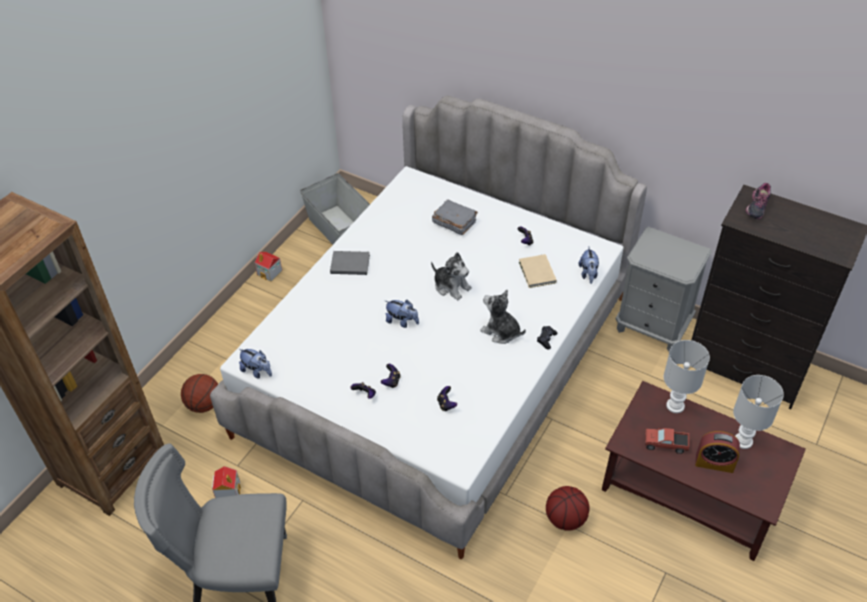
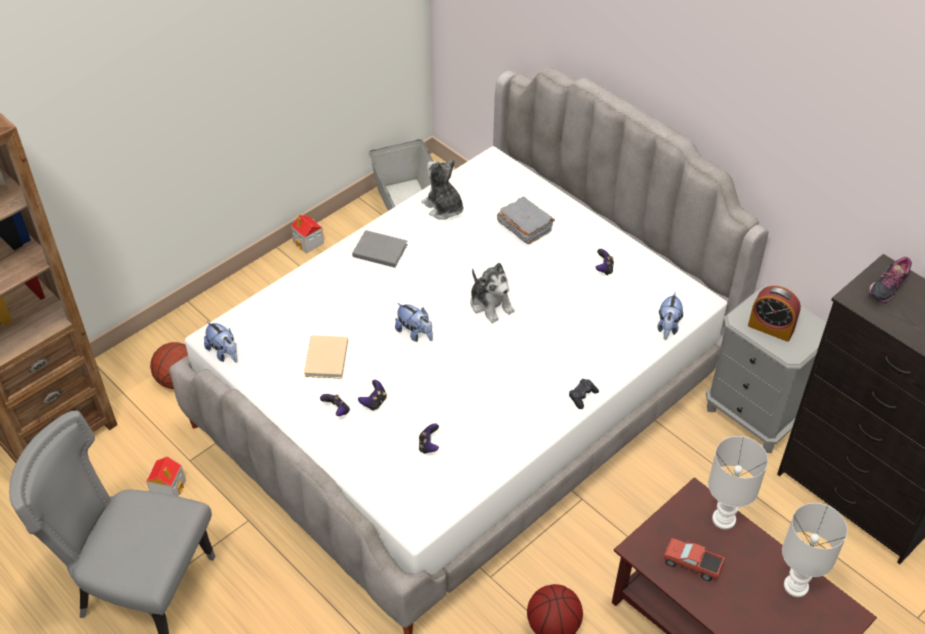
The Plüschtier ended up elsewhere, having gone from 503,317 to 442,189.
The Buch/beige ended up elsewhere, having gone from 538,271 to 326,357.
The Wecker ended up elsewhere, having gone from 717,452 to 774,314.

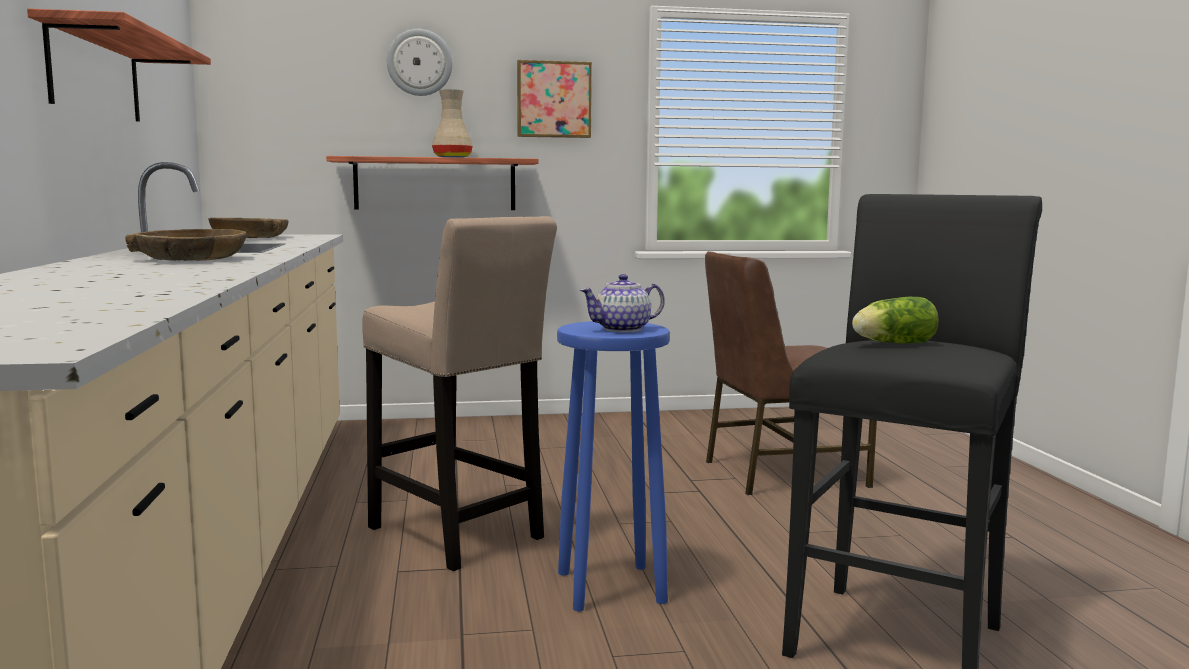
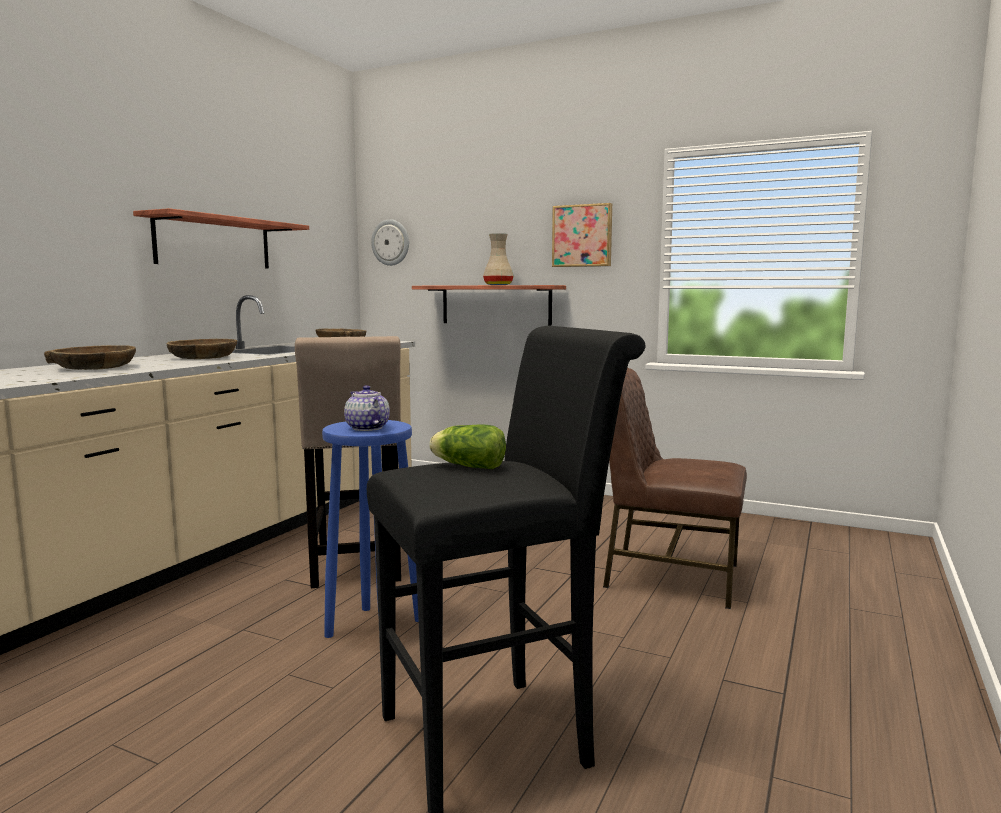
The Wanduhr ended up elsewhere, having gone from 419,62 to 390,242.
The Teekanne at 622,303 ended up facing another way, 45 degrees clockwise from before.
The second view gained the Schüssel/braun at 90,357.

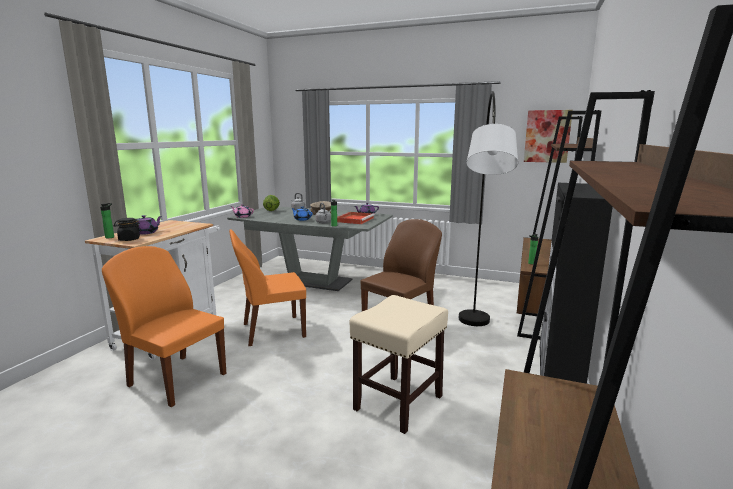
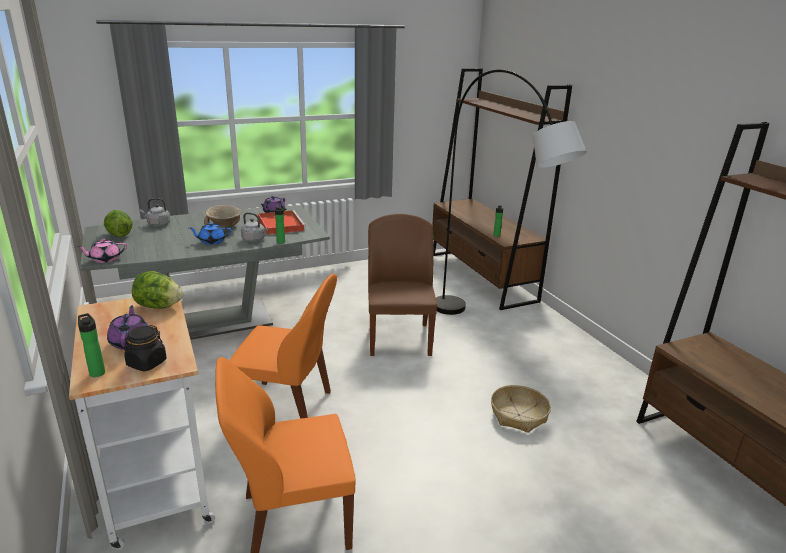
The Stuhl/orange at 267,287 ended up facing another way, 105 degrees counterclockwise from before.
Where the Hocker/beige stood at 398,364, the Korb came to stand at 521,409.
The second view lost the Bild at 548,136.
The second view lost the Schrank/schwarz at 576,283.
The second view gained the Salatkopf at 157,290.

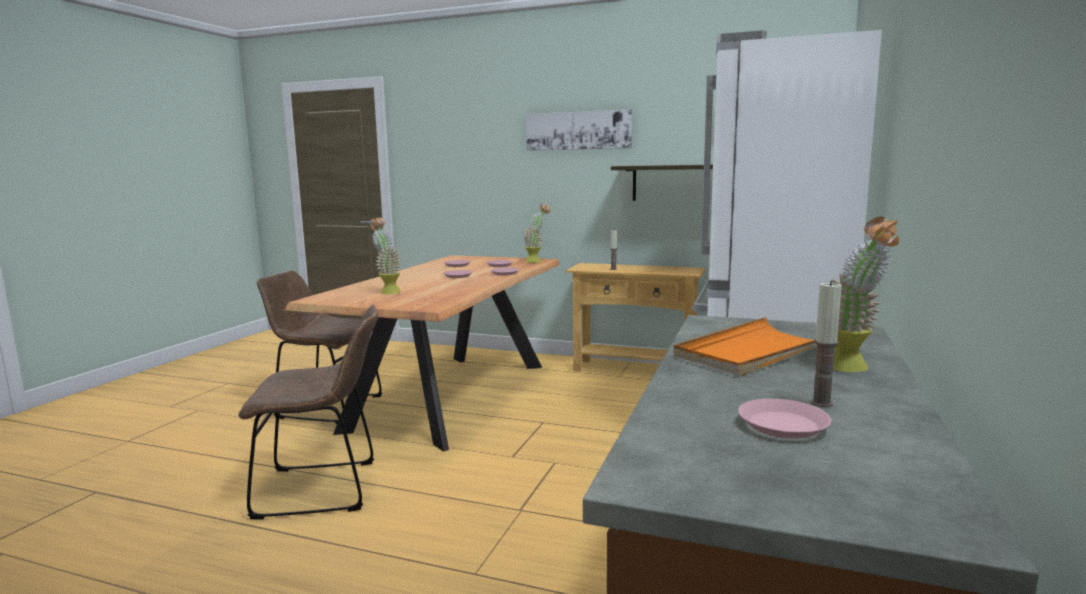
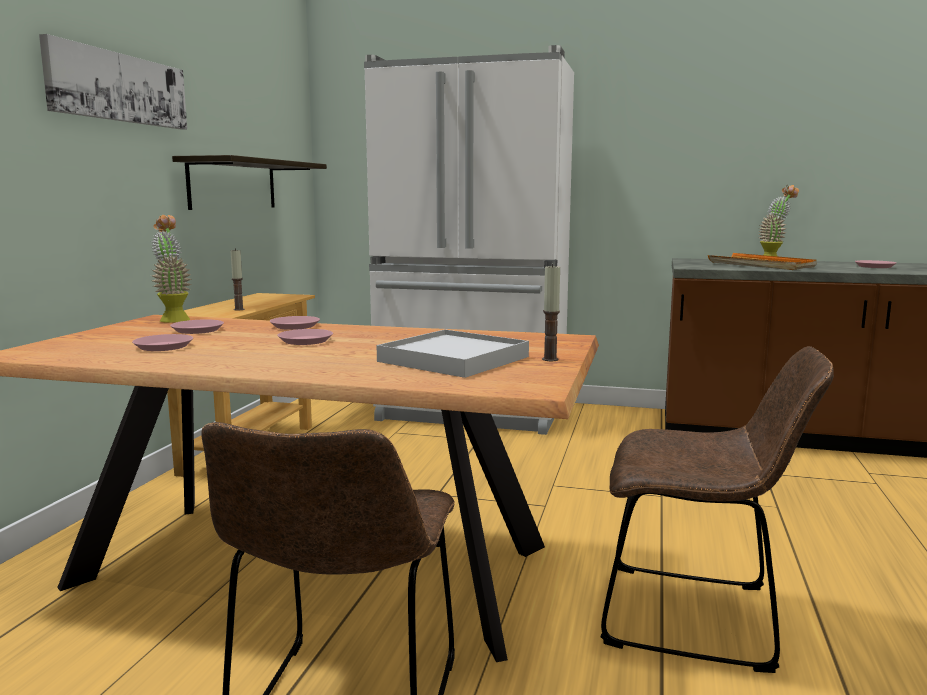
The Stuhl/braun at 308,412 ended up facing another way, 120 degrees clockwise from before.
Where the Topfpflanze stood at 386,256, the Tablett/weiß came to stand at 453,353.
The Kerze ended up elsewhere, having gone from 826,344 to 551,312.

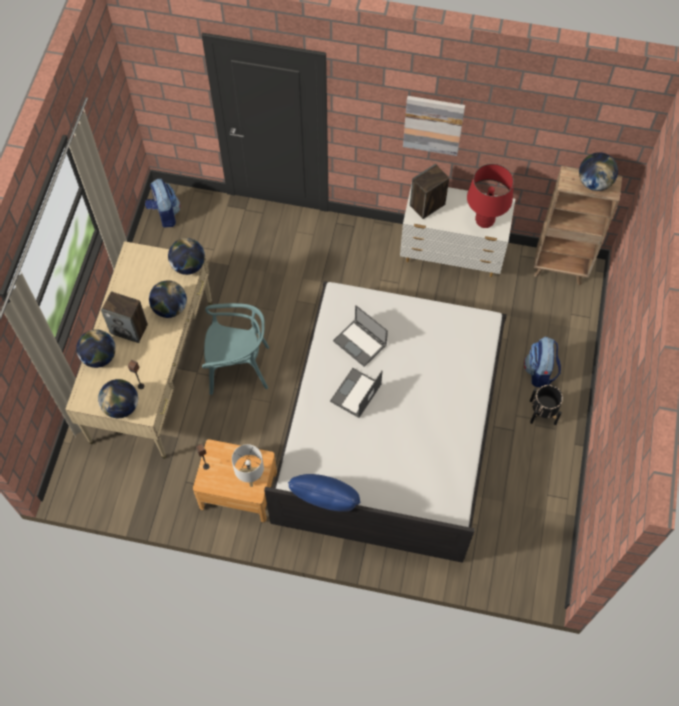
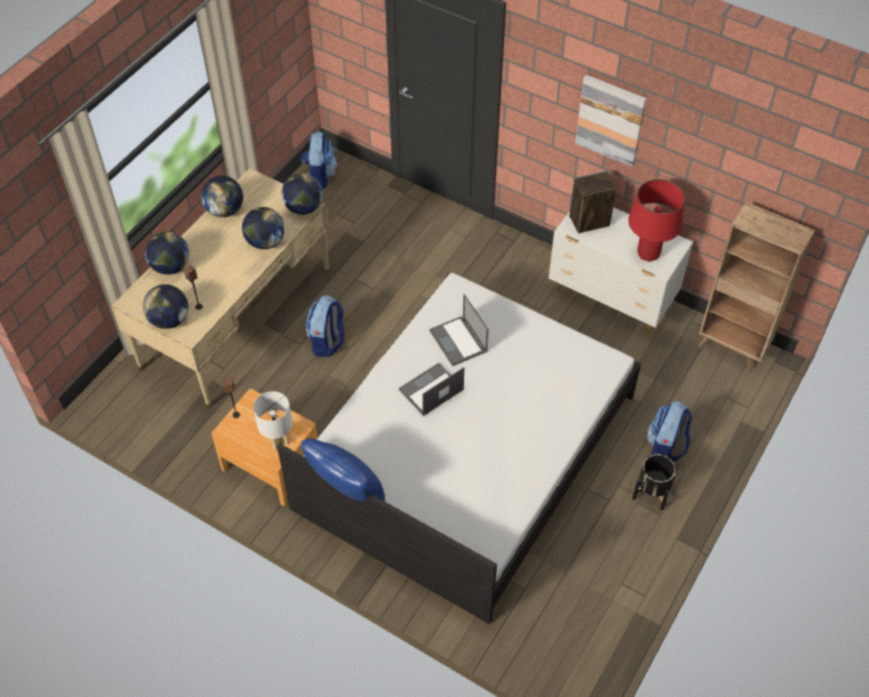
The second view lost the Lautsprecher at 124,317.
Where the Stuhl/türkis stood at 235,349, the Rucksack came to stand at 325,326.
The Globus ended up elsewhere, having gone from 598,171 to 222,196.

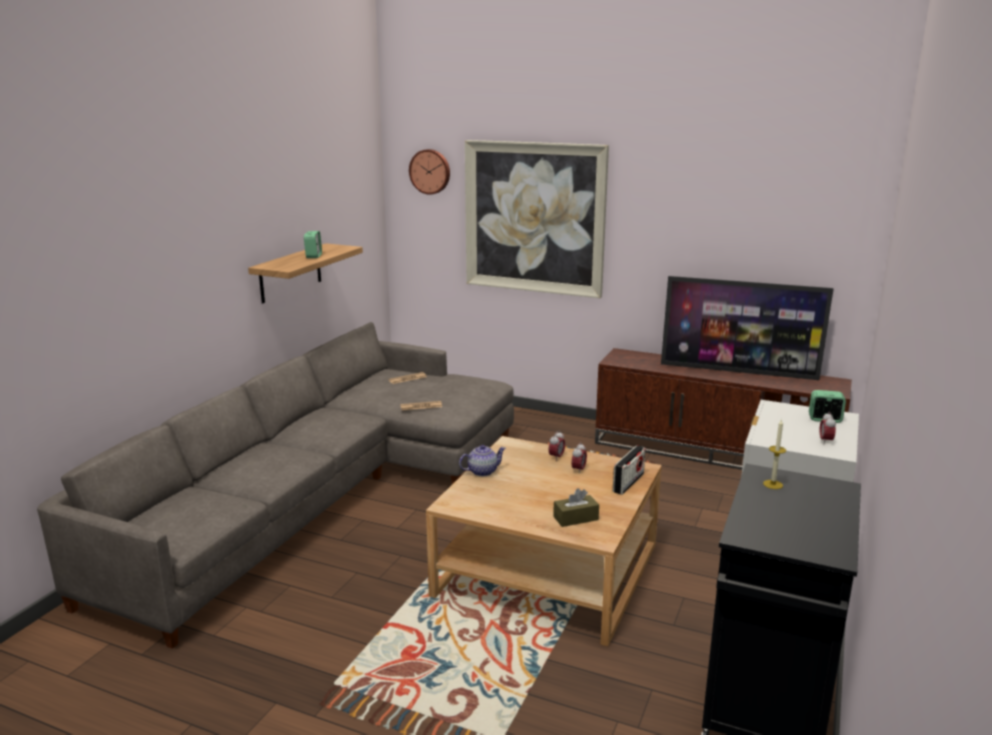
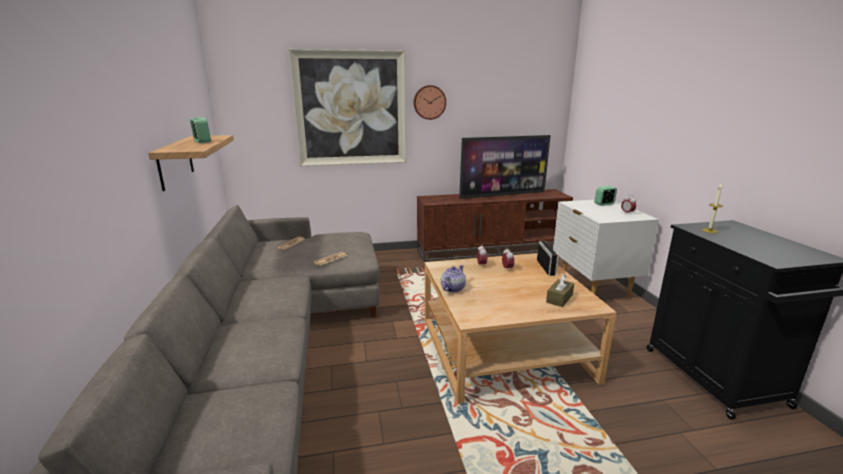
The Wanduhr ended up elsewhere, having gone from 429,172 to 430,102.

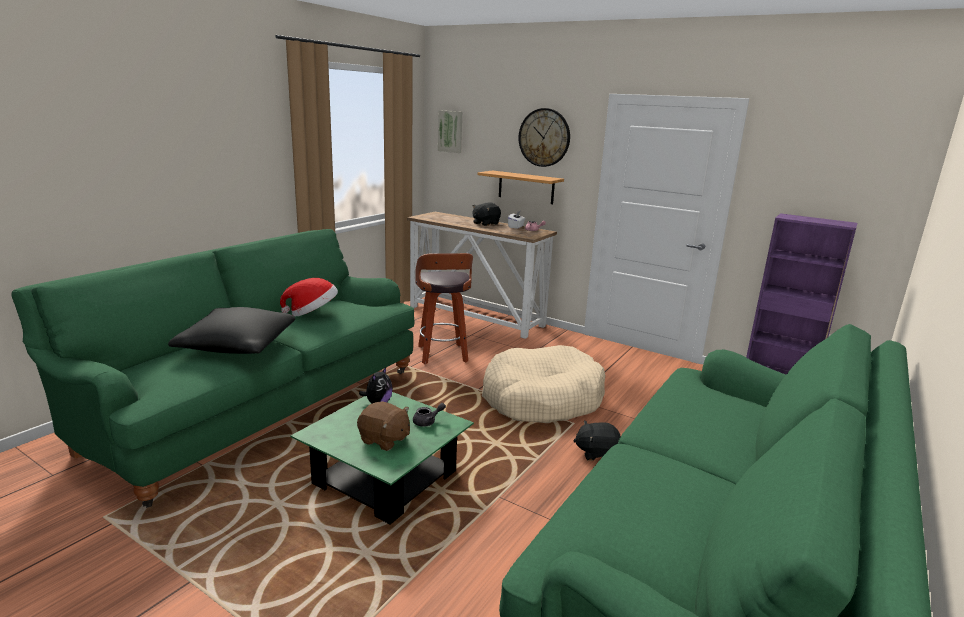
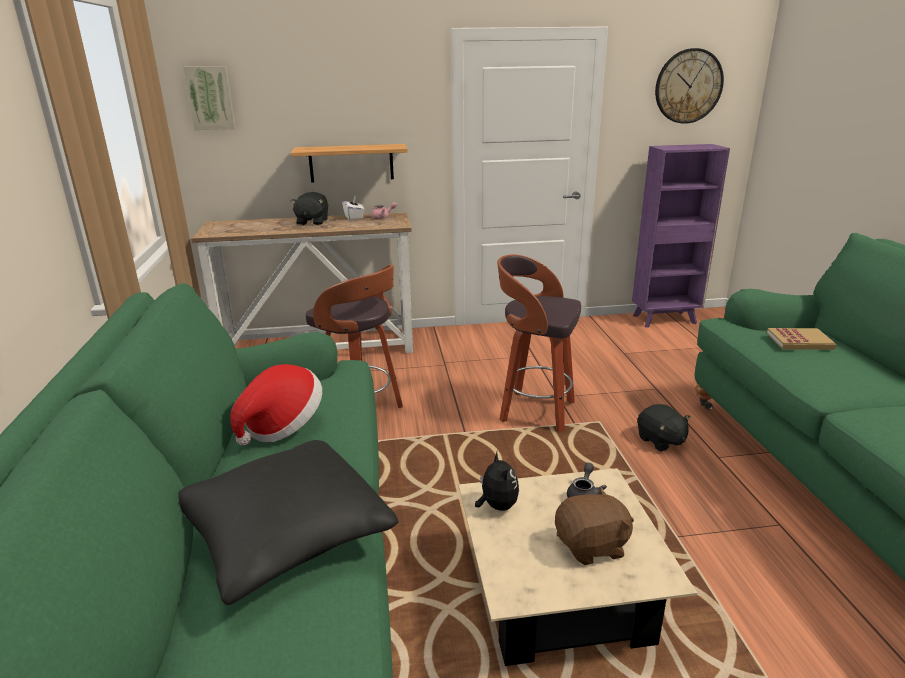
What was the Couchtisch/grün at 382,458 turned into the Couchtisch/beige at 578,567.
Where the Hundebett/beige stood at 543,384, the Hocker came to stand at 539,343.
The Wanduhr ended up elsewhere, having gone from 544,137 to 689,86.
The Plüschtier/schwarz at 597,440 ended up facing another way, 75 degrees counterclockwise from before.
The second view gained the Buch at 801,339.

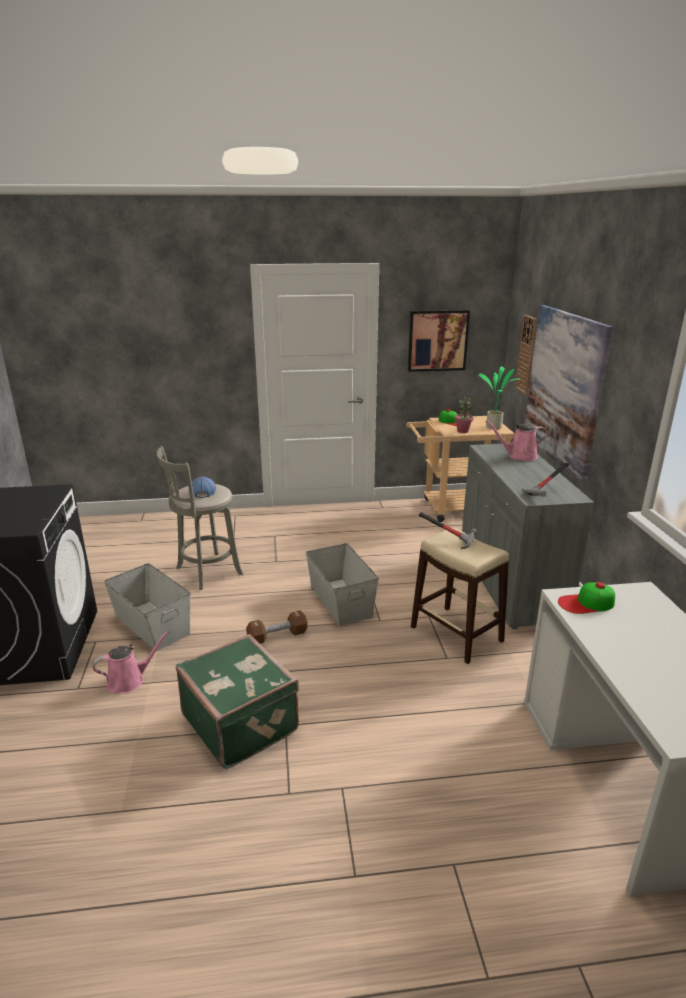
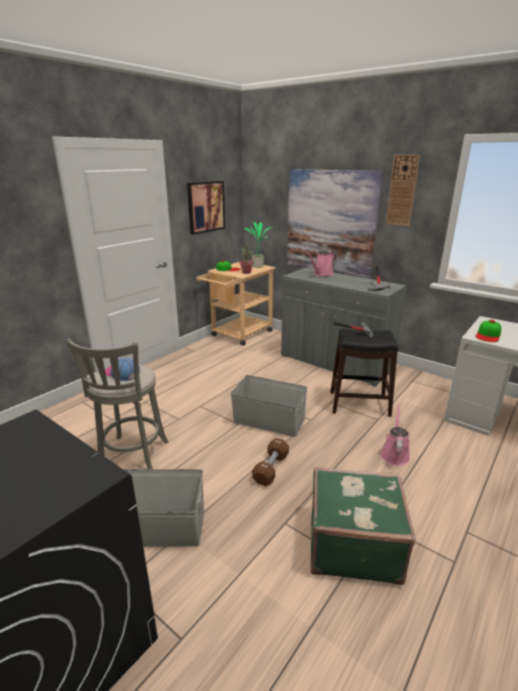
The Gießkanne/rosa ended up elsewhere, having gone from 131,661 to 395,435.
What was the Hocker/beige at 460,596 turned into the Hocker/schwarz at 364,373.
The Wanduhr ended up elsewhere, having gone from 526,355 to 403,190.

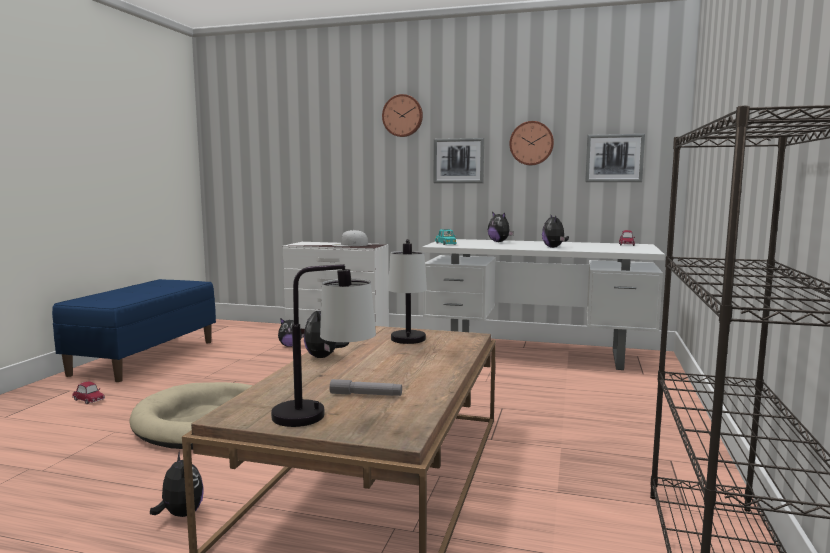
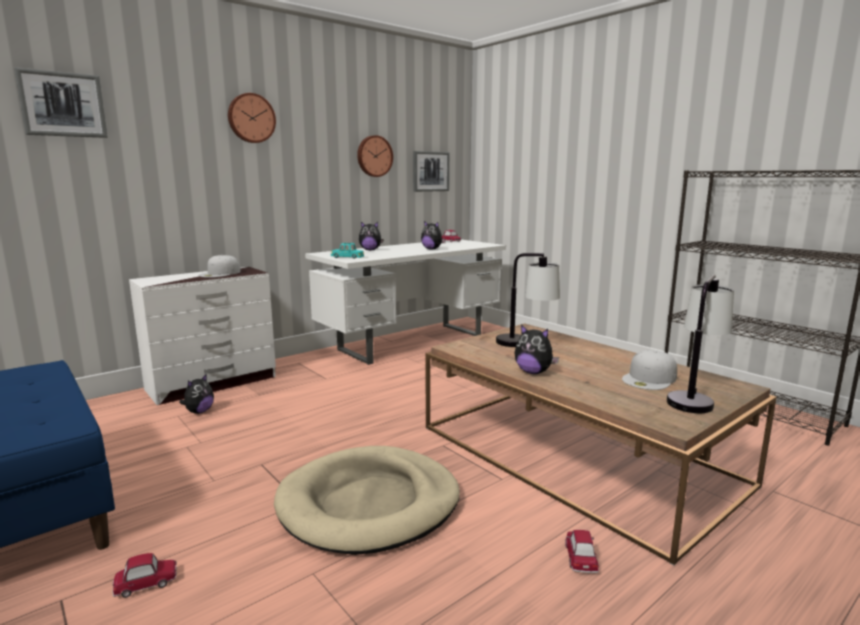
Where the Plüschtier stood at 177,484, the Spielzeugauto came to stand at 582,551.
Where the Taschenlampe/grau stood at 366,387, the Kappe/weiß came to stand at 649,370.
The Bild ended up elsewhere, having gone from 459,160 to 61,102.

